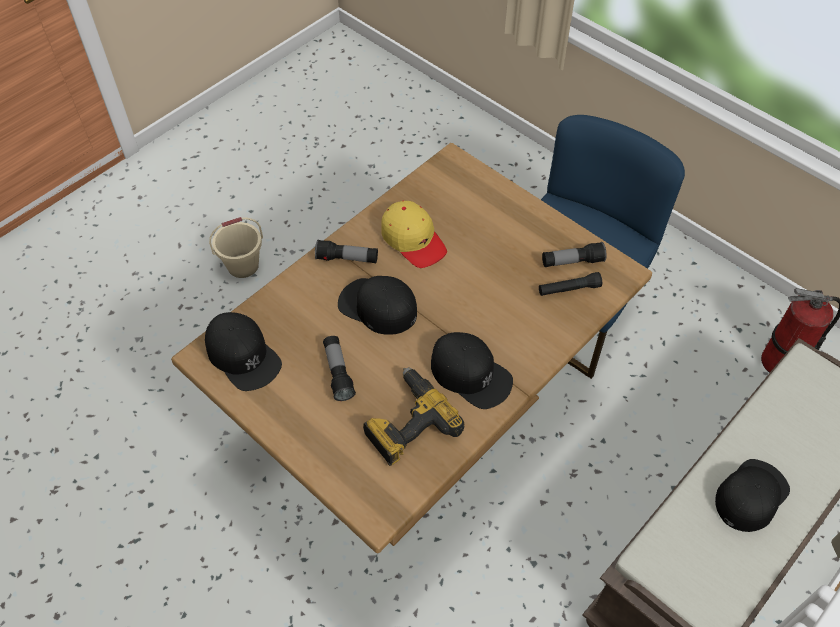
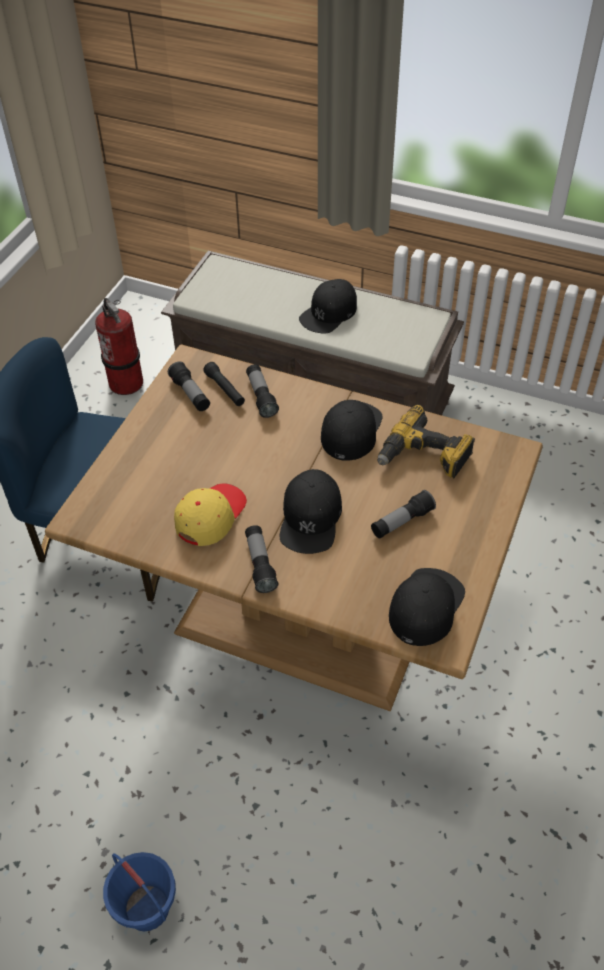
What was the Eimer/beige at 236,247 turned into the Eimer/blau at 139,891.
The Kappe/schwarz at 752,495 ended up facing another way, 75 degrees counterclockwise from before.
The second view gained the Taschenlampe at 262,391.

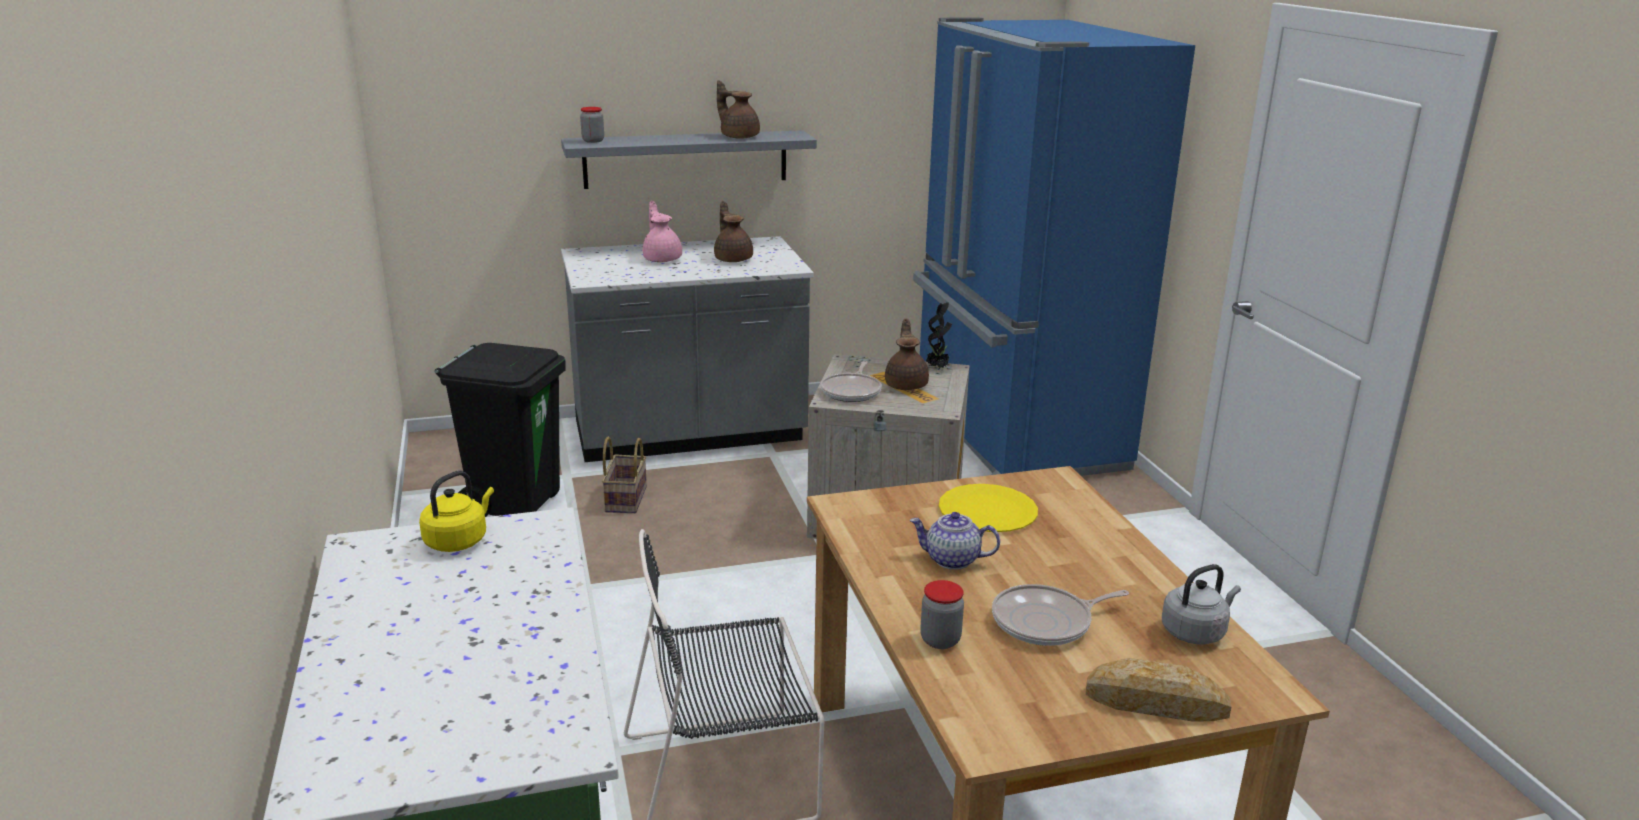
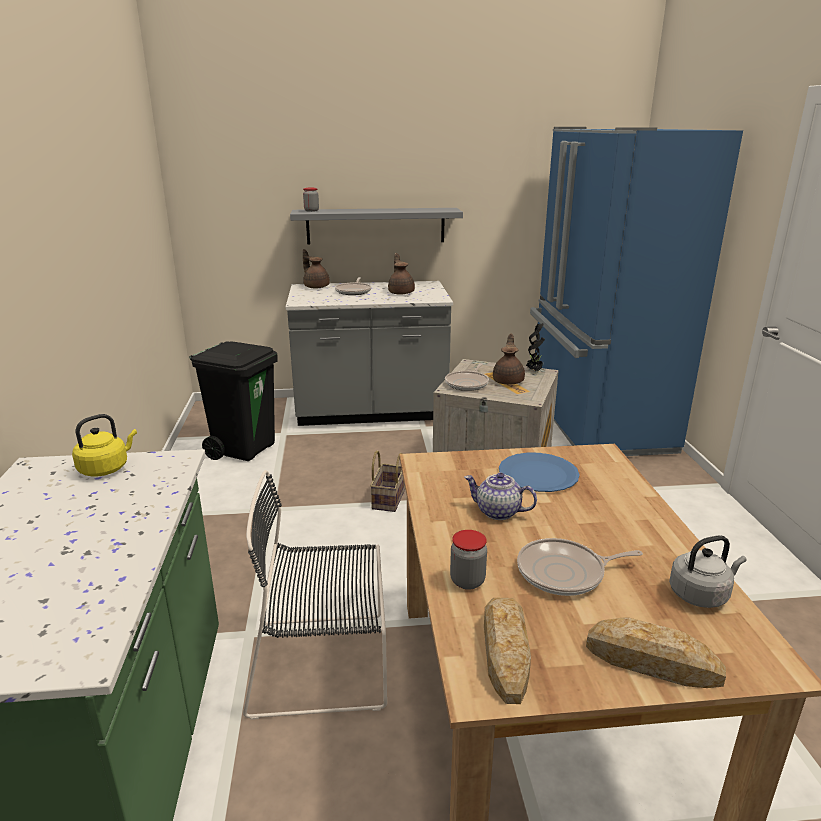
The Korb ended up elsewhere, having gone from 624,475 to 387,481.
Where the Teekanne/rosa stood at 662,231, the Pfanne came to stand at 353,286.
The Teekanne/braun ended up elsewhere, having gone from 738,109 to 316,268.
What was the Teller/gelb at 988,508 turned into the Teller/blau at 539,472.
The second view gained the Brot at 507,651.

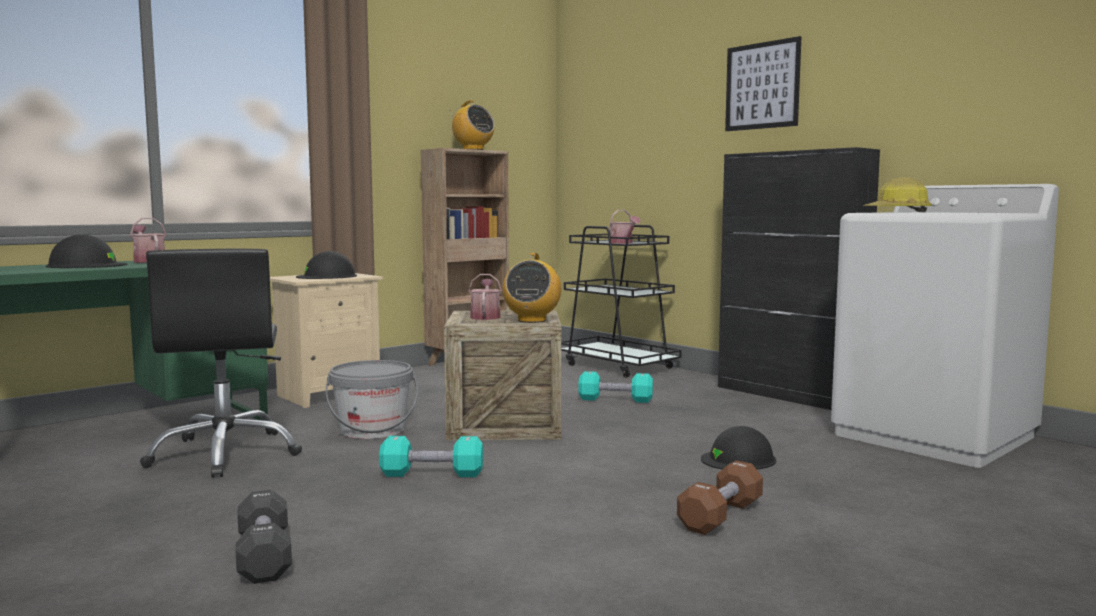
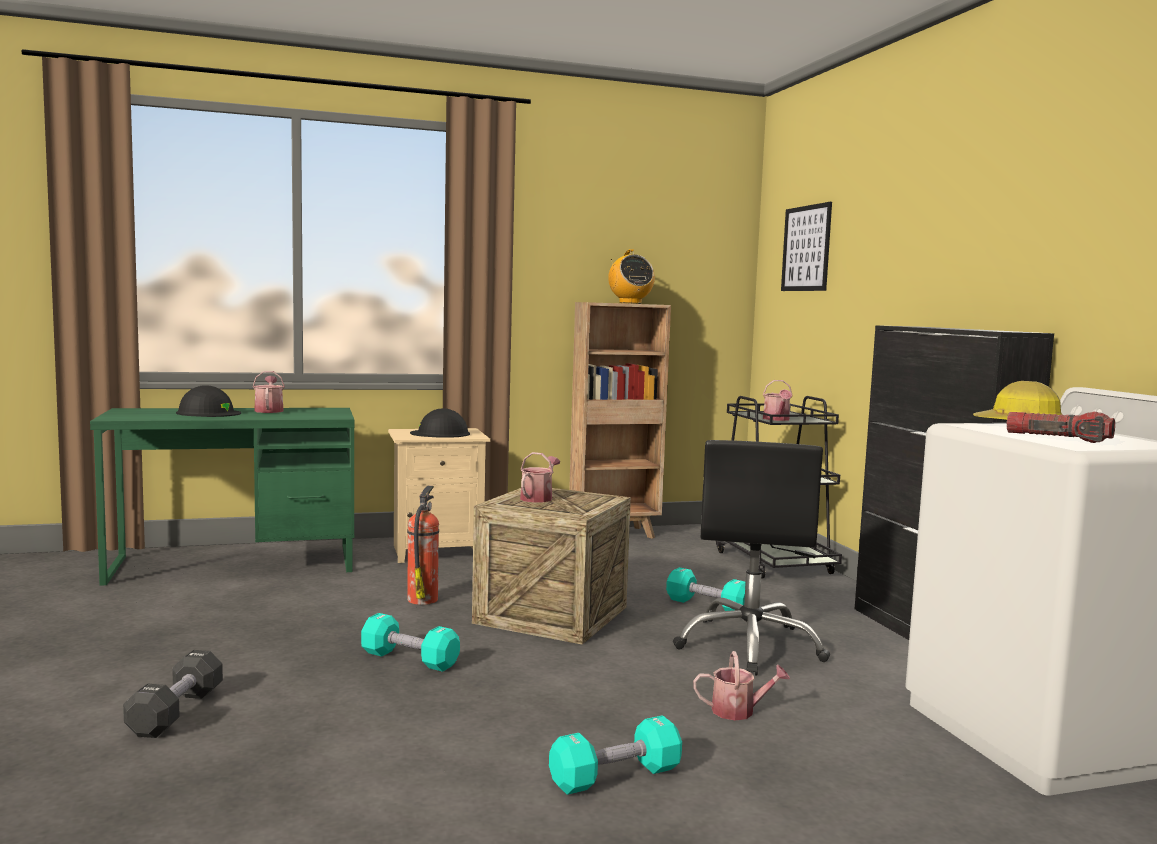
The Bürostuhl/schwarz ended up elsewhere, having gone from 221,363 to 751,558.
Where the Eimer/grau stood at 372,399, the Feuerlöscher came to stand at 423,545.
The second view lost the Radio at 532,288.
What was the Hantel/braun at 720,497 turned into the Hantel/türkis at 615,755.
Where the Schutzhelm/schwarz stood at 738,447, the Gießkanne came to stand at 741,685.
The Bild ended up elsewhere, having gone from 763,83 to 806,246.
The second view gained the Taschenlampe at 1060,427.

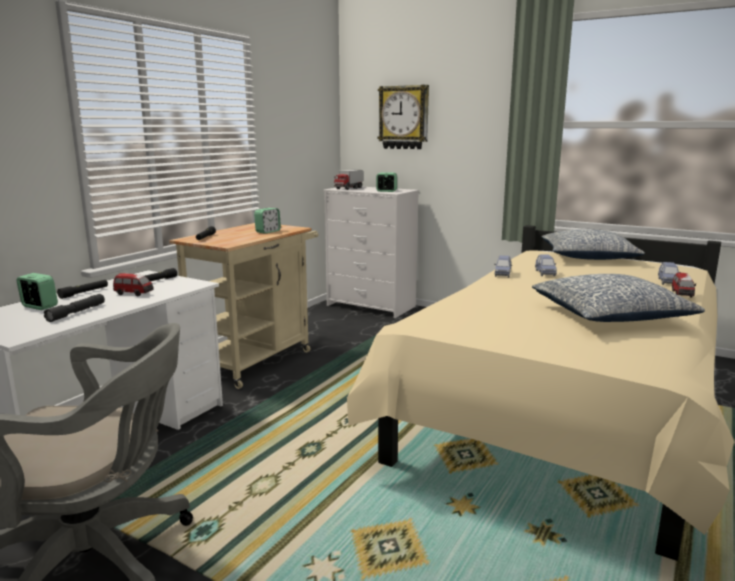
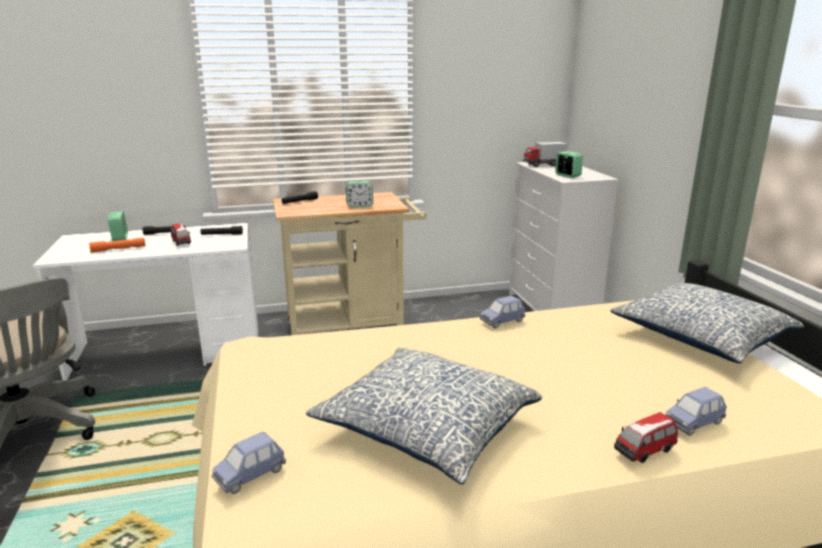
What was the Taschenlampe/grau at 74,308 turned into the Taschenlampe/orange at 117,245.
The second view lost the Wanduhr at 403,117.
The Spielzeugauto/blau ended up elsewhere, having gone from 546,265 to 248,463.

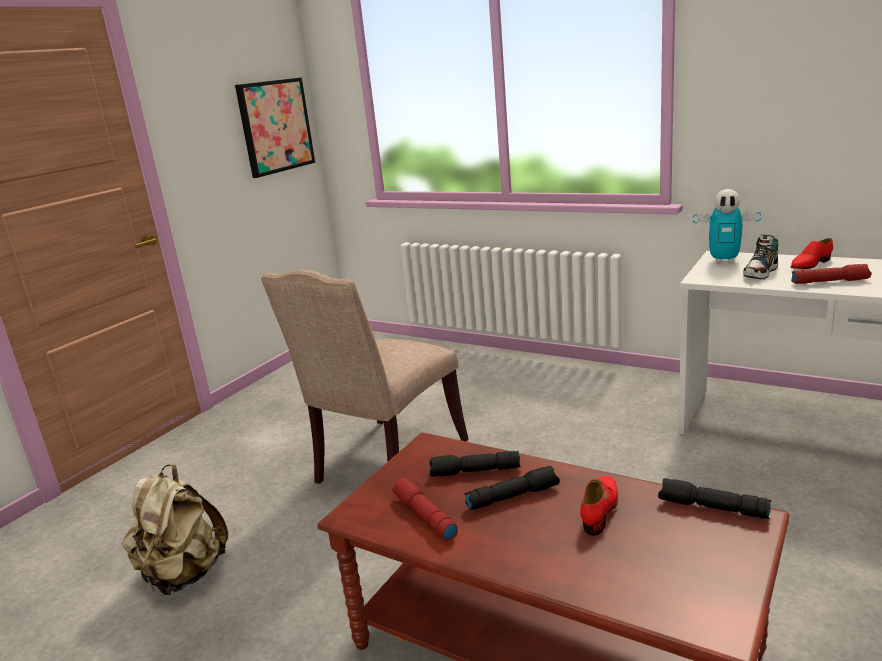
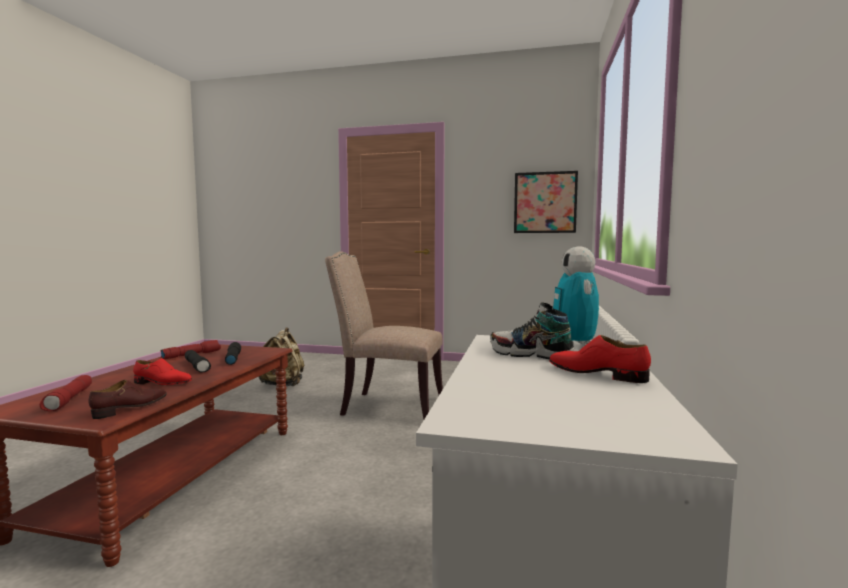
Where the Taschenlampe/schwarz stood at 714,498, the Schuh/braun came to stand at 128,399.
The Taschenlampe/rot ended up elsewhere, having gone from 831,274 to 66,393.

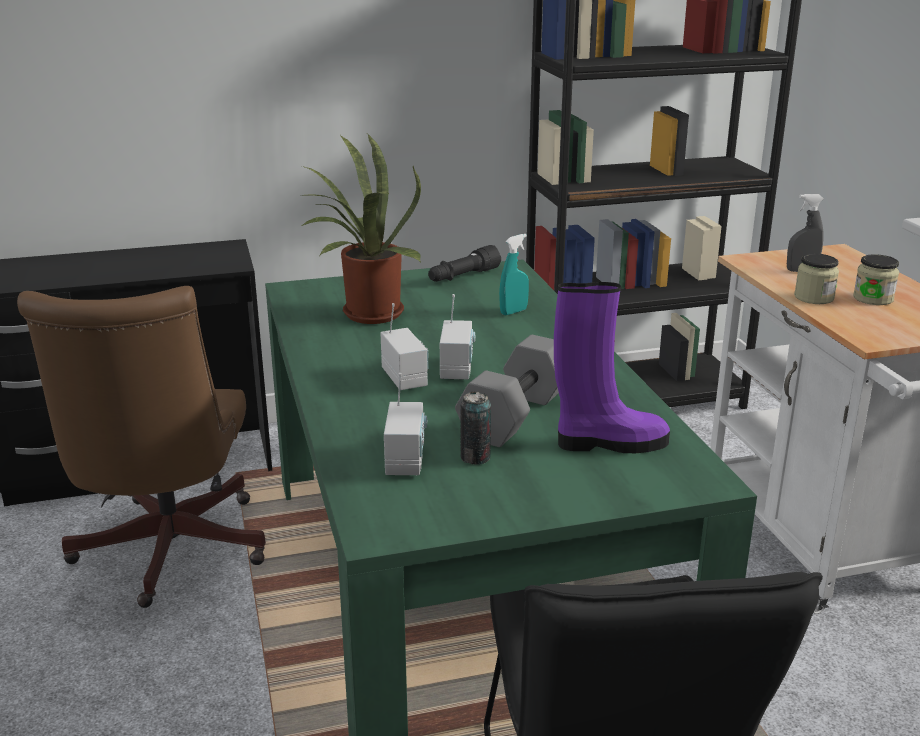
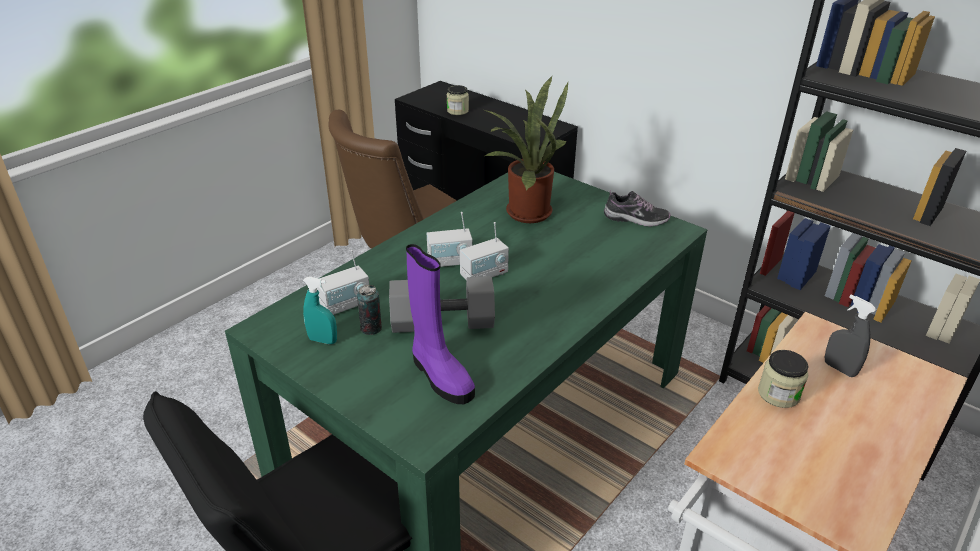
The Radio at 405,346 ended up facing another way, 45 degrees clockwise from before.
Where the Taschenlampe/schwarz stood at 464,263, the Schuh came to stand at 637,208.
The Sprühflasche/türkis ended up elsewhere, having gone from 514,274 to 320,310.
The Vorratsglas ended up elsewhere, having gone from 876,279 to 458,100.

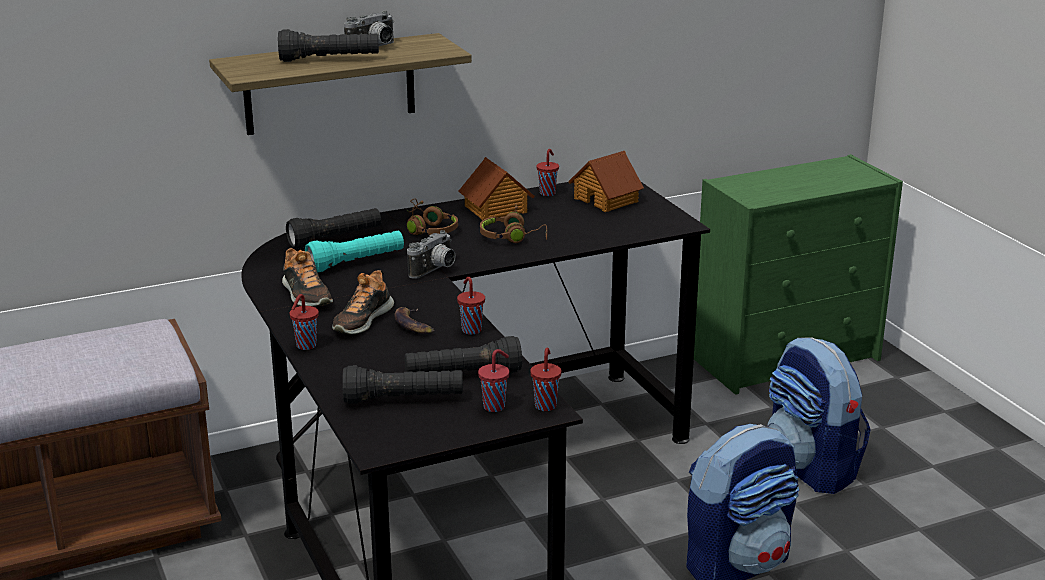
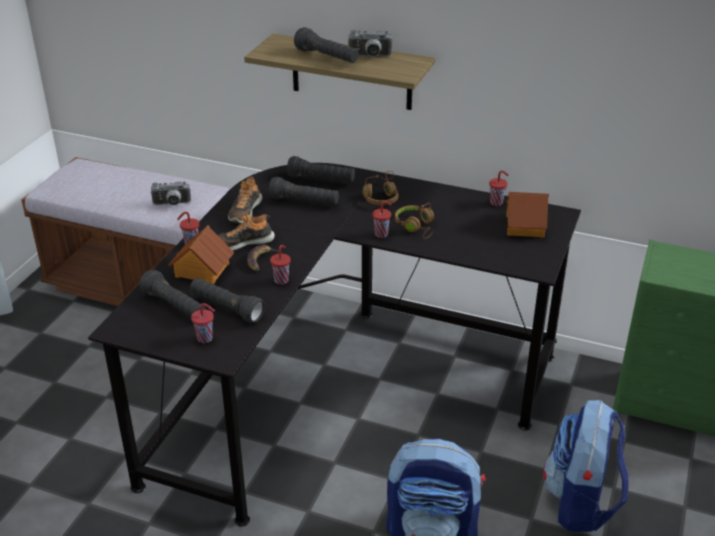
What was the Taschenlampe/türkis at 354,252 turned into the Taschenlampe/schwarz at 303,190.
The Kamera ended up elsewhere, having gone from 431,254 to 171,193.
The Spielzeughaus ended up elsewhere, having gone from 496,188 to 201,255.
The Tasse/rot ended up elsewhere, having gone from 546,379 to 381,219.

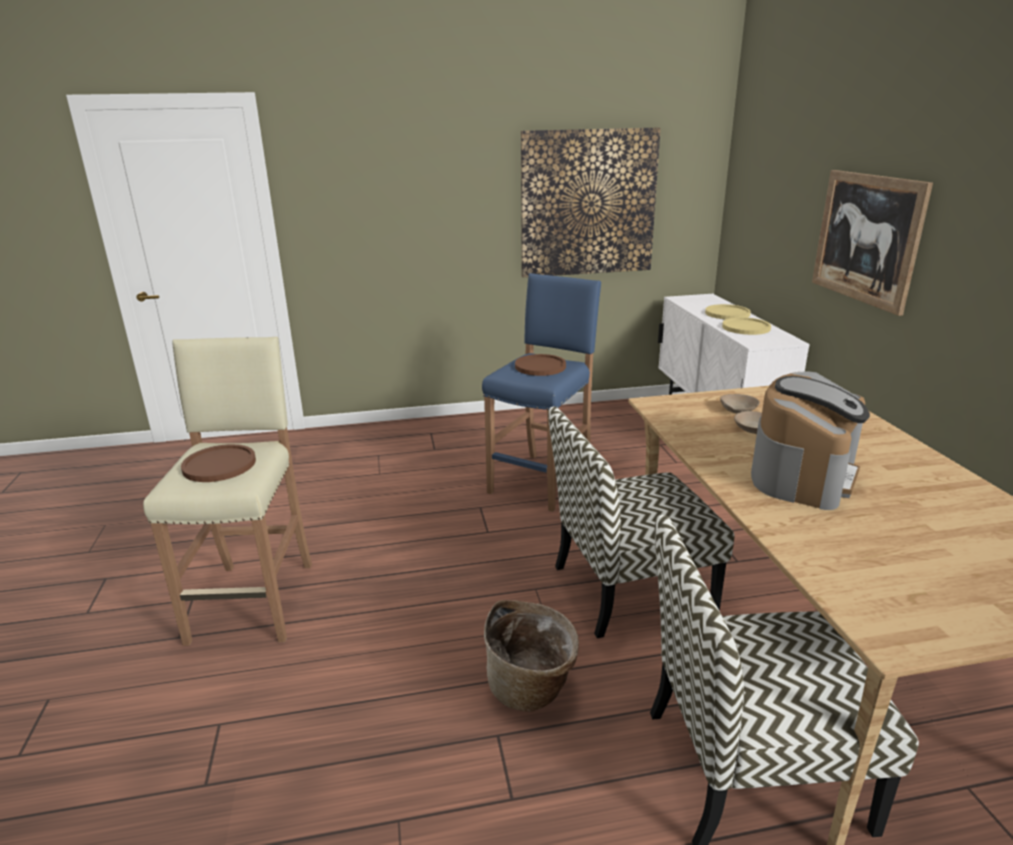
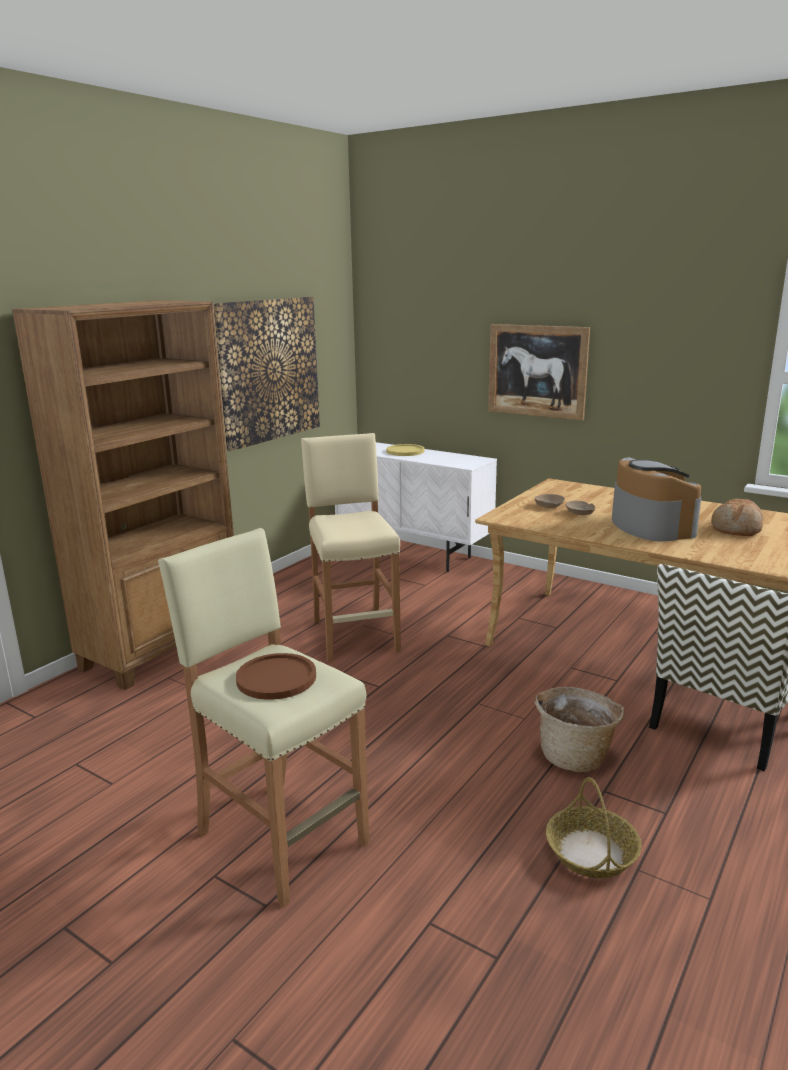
What was the Hocker/blau at 541,392 turned into the Hocker/beige at 351,547.
The second view lost the Teller/braun at 540,365.
The second view lost the Stuhl at 641,522.
The second view lost the Teller/gelb at 746,326.
The second view gained the Bücherregal/braun at 123,495.
The second view gained the Korb at 594,827.
The second view gained the Brot at 737,517.

